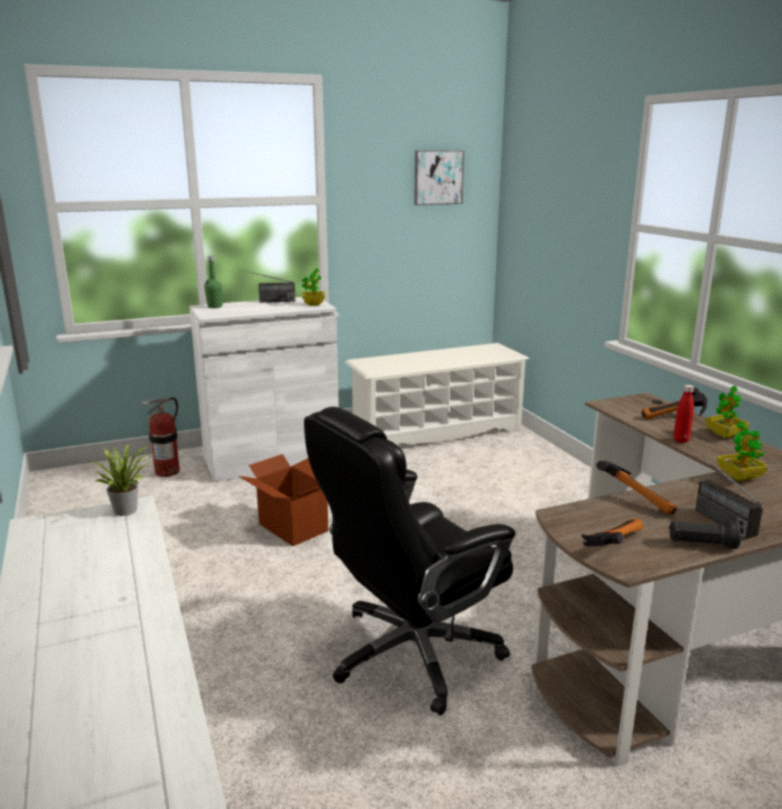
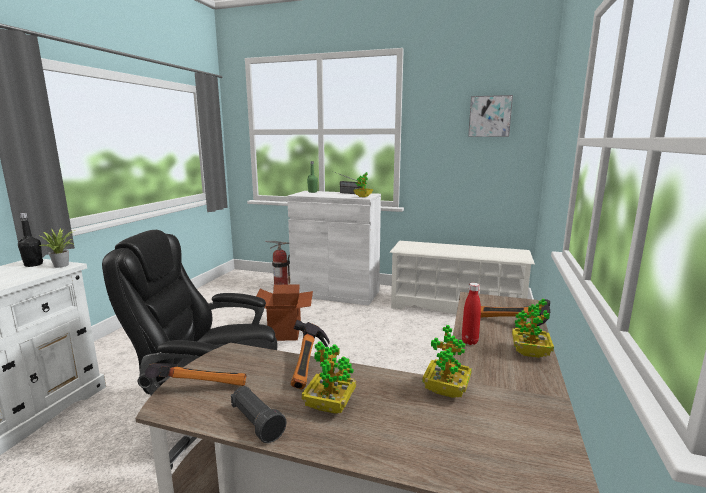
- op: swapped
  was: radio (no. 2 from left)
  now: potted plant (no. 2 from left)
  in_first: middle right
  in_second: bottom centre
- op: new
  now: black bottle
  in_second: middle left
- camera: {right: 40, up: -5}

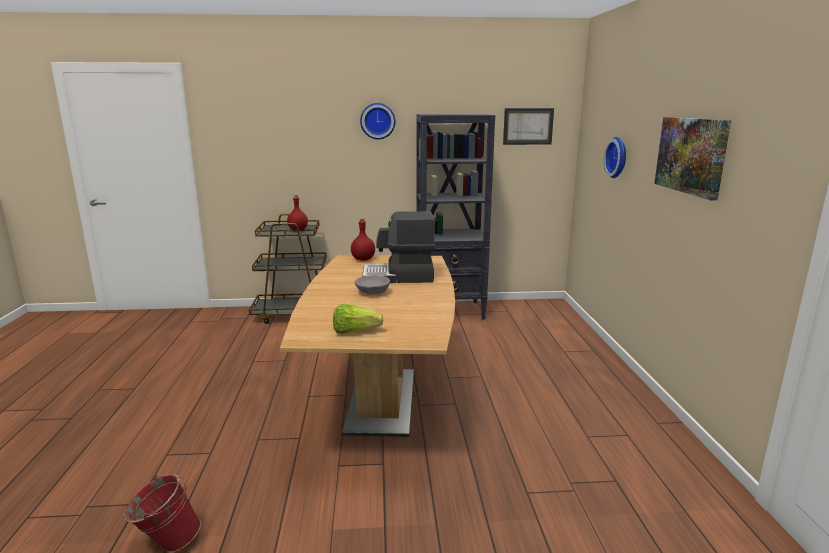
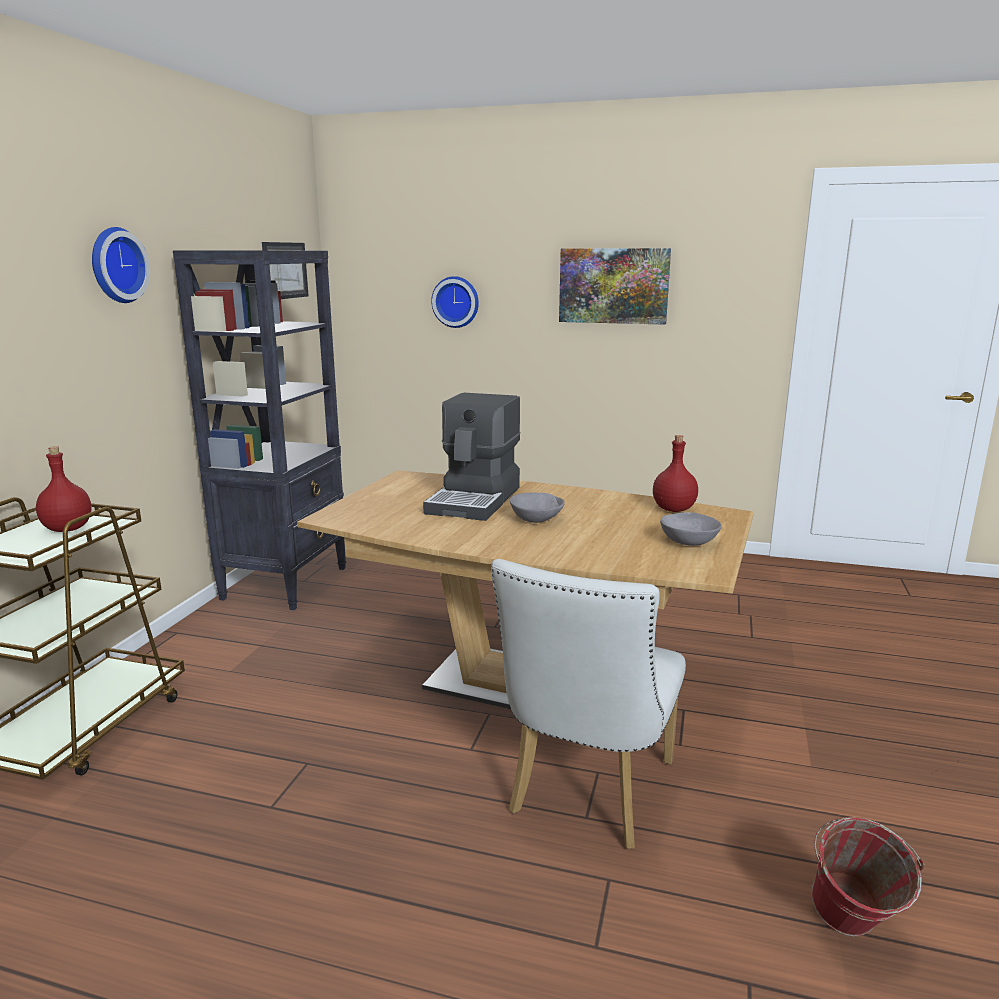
- op: shifted
  was: red bottle (no. 2 from left)
  in_first: centre
  in_second: middle right
- op: swapped
  was: lettuce
  now: grey bowl (no. 2 from left)
  in_first: centre
  in_second: middle right
- op: new
  now: white chair
  in_second: bottom centre
- camera: {right: -70, up: 0}

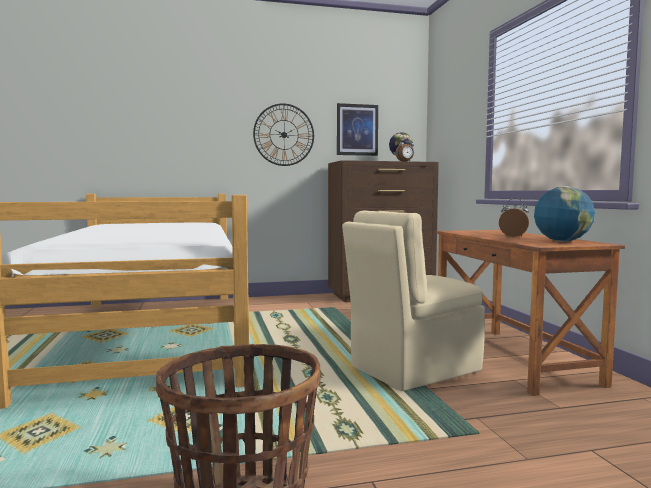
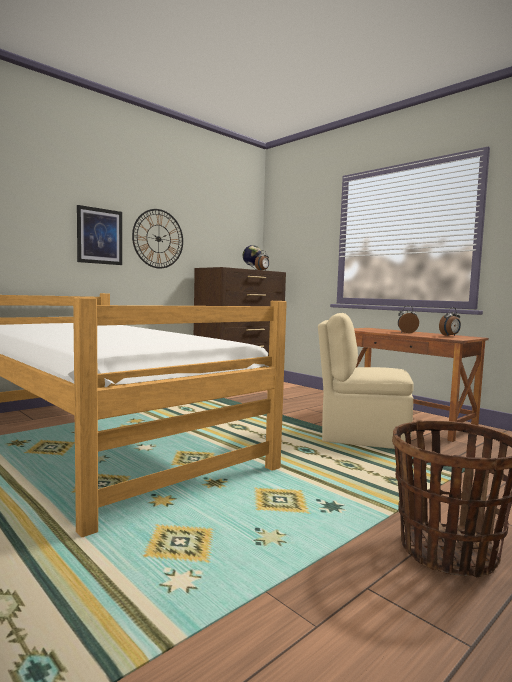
- op: shifted
  was: picture
  in_first: top centre
  in_second: middle left
- op: swapped
  was: globe (no. 2 from left)
  now: alarm clock (no. 3 from left)
  in_first: middle right
  in_second: middle right
- op: rotated
  was: beige chair
  in_first: centre
  in_second: middle right
  clockwise: 75
- camera: {right: -30, up: 0}

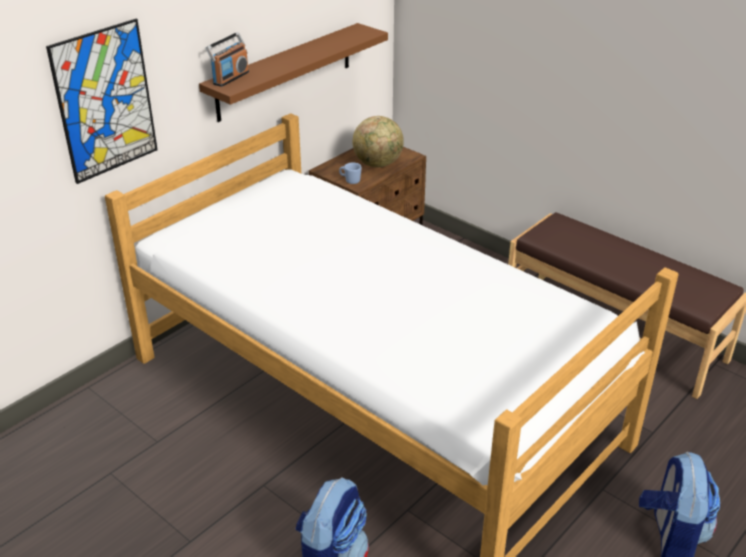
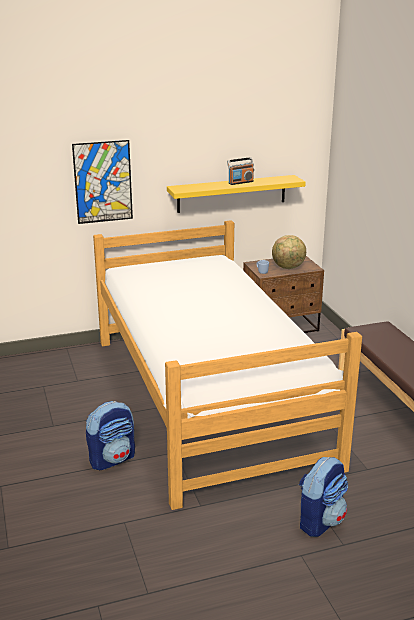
- op: repainted
  was: brown shelf
  now: yellow shelf
  in_first: top centre
  in_second: top centre
- op: shifted
  was: radio
  in_first: top left
  in_second: top centre
- camera: {right: 30, up: -10}

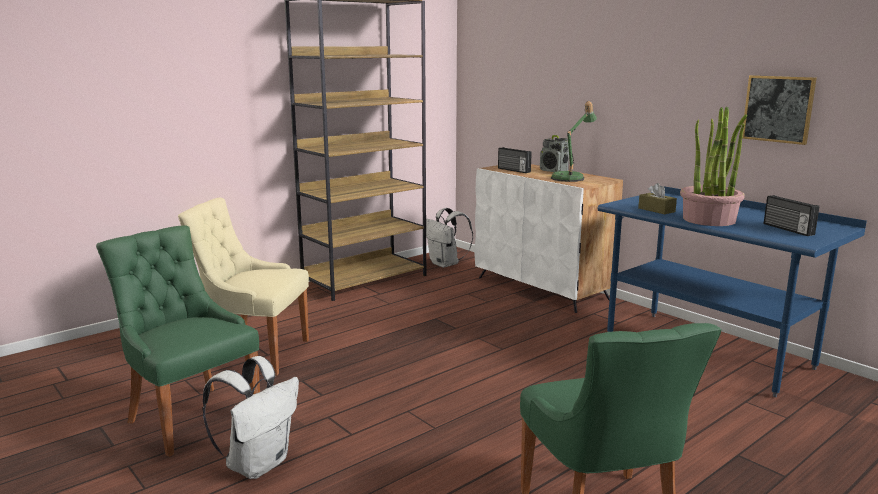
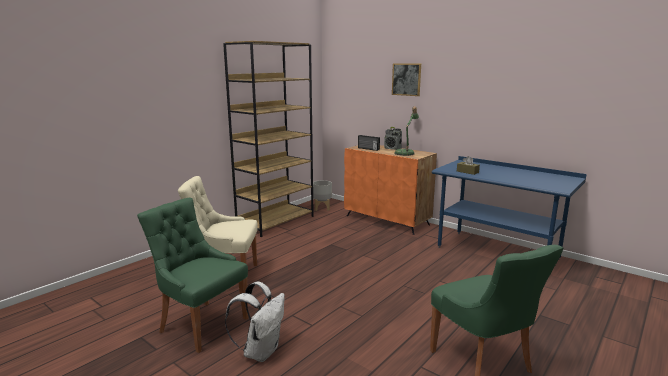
- op: shifted
  was: picture
  in_first: top right
  in_second: top centre
- op: gone
  was: potted plant
  in_first: middle right
- op: repainted
  was: white cabinet
  now: orange cabinet
  in_first: centre
  in_second: centre
- op: gone
  was: radio (no. 3 from left)
  in_first: middle right
- op: swapped
  was: white backpack (no. 2 from left)
  now: grey planter
  in_first: centre
  in_second: centre
- camera: {right: -10, up: 0}

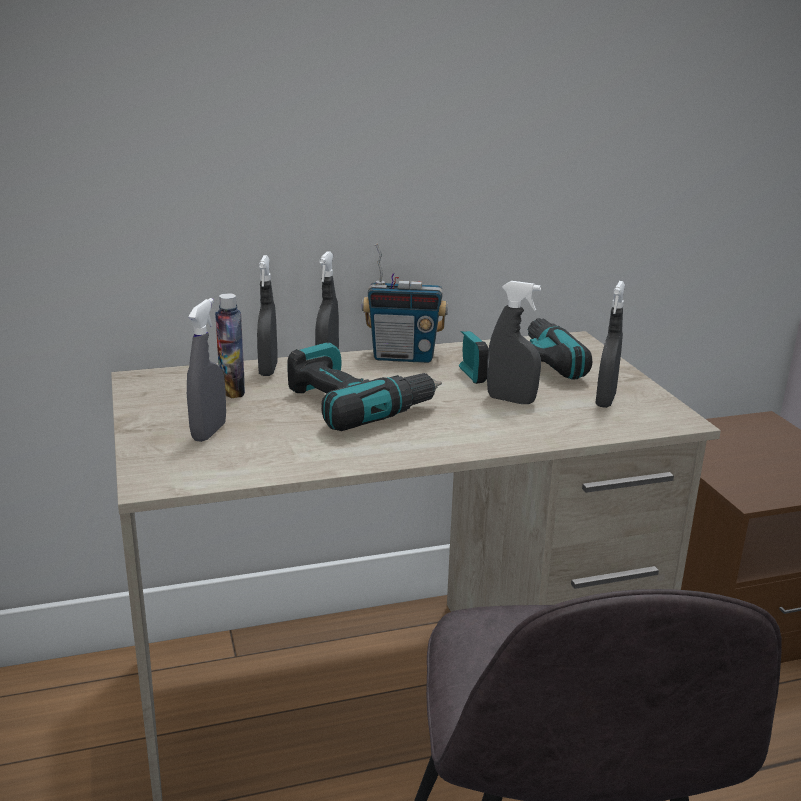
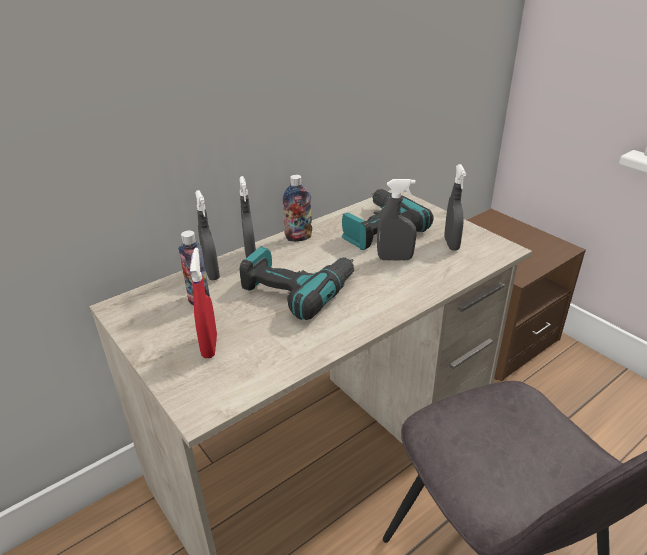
- op: swapped
  was: radio
  now: bottle (no. 2 from left)
  in_first: centre
  in_second: centre
- op: repainted
  was: grey spray bottle (no. 1 from left)
  now: red spray bottle
  in_first: middle left
  in_second: middle left
- camera: {right: -20, up: 10}

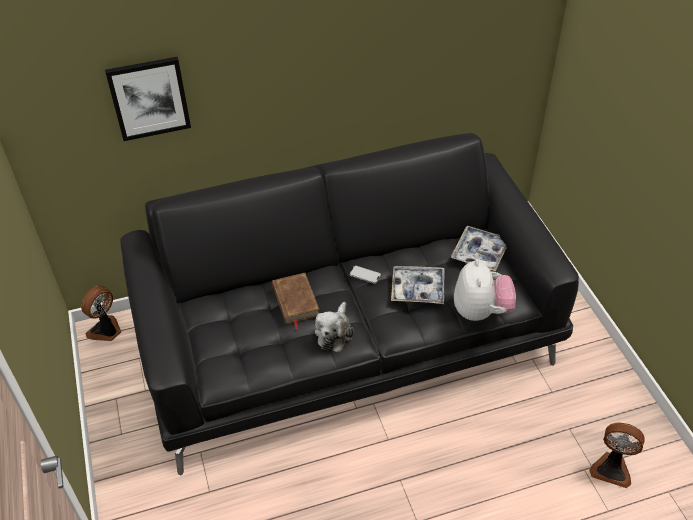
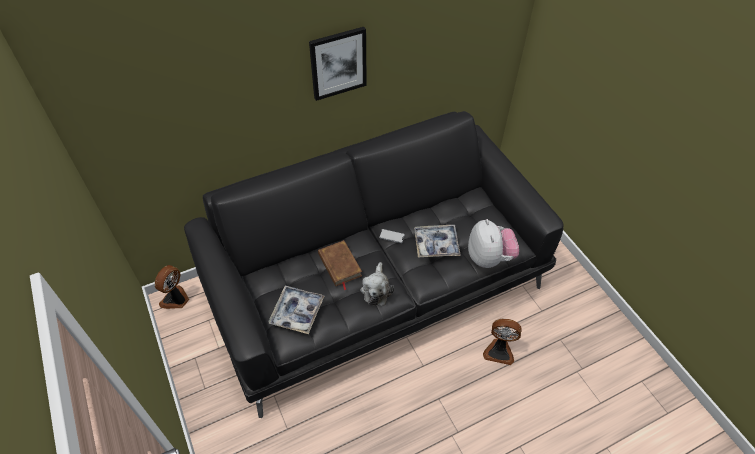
- op: shifted
  was: picture
  in_first: top left
  in_second: top centre
- op: shifted
  was: tray (no. 2 from left in the first image)
  now: tray (no. 1 from left)
  in_first: middle right
  in_second: bottom centre
- op: shifted
  was: fan (no. 2 from left)
  in_first: bottom right
  in_second: bottom centre
- camera: {right: -10, up: 5}

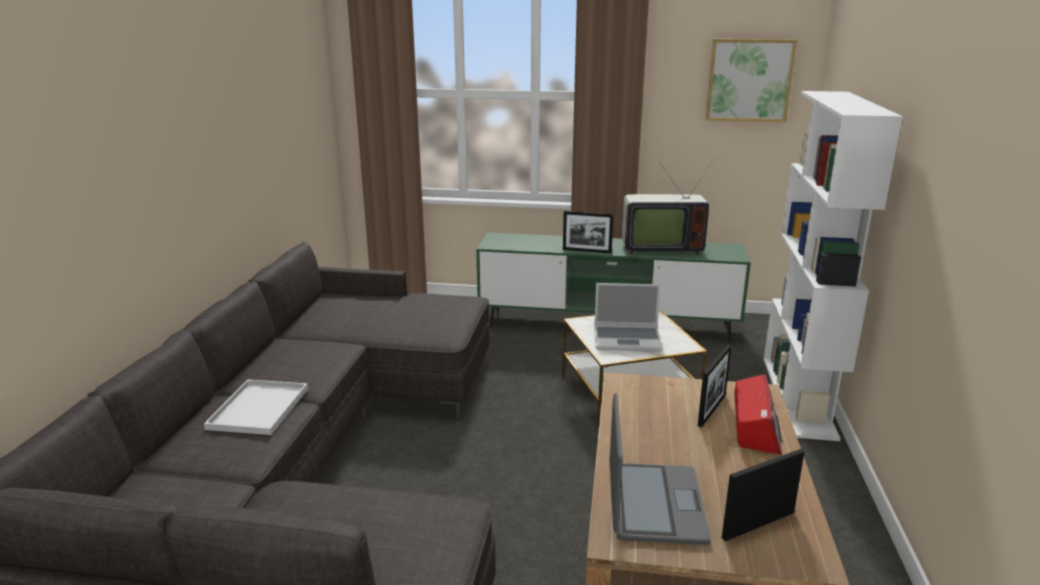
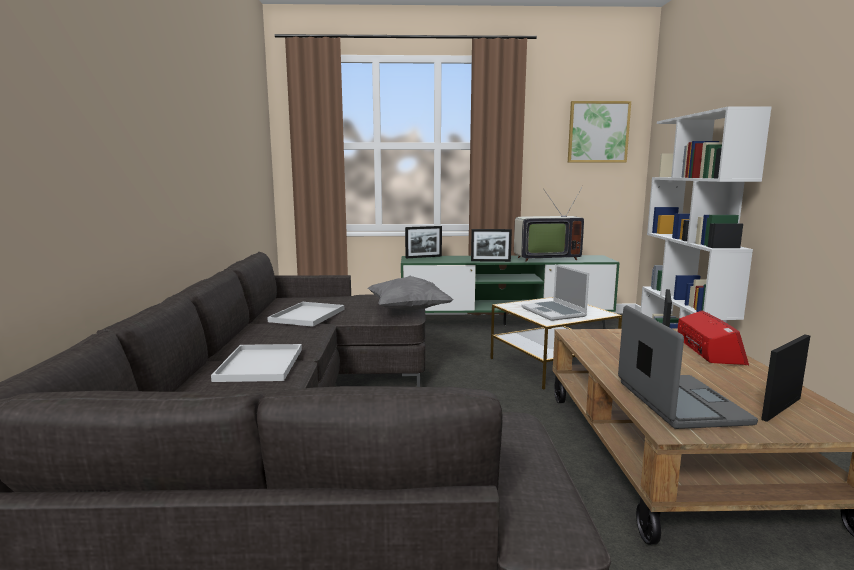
- op: rotated
  was: laptop (no. 1 from left)
  in_first: centre
  in_second: centre
  clockwise: 75
- op: new
  now: picture frame (no. 1 from left)
  in_second: centre
- op: new
  now: grey pillow
  in_second: centre
- op: new
  now: white tray (no. 2 from left)
  in_second: centre
- camera: {right: -10, up: -10}

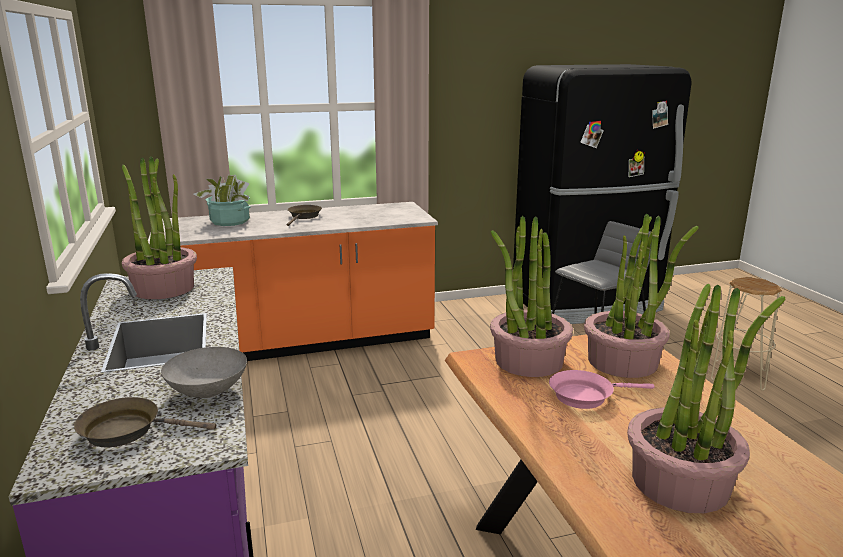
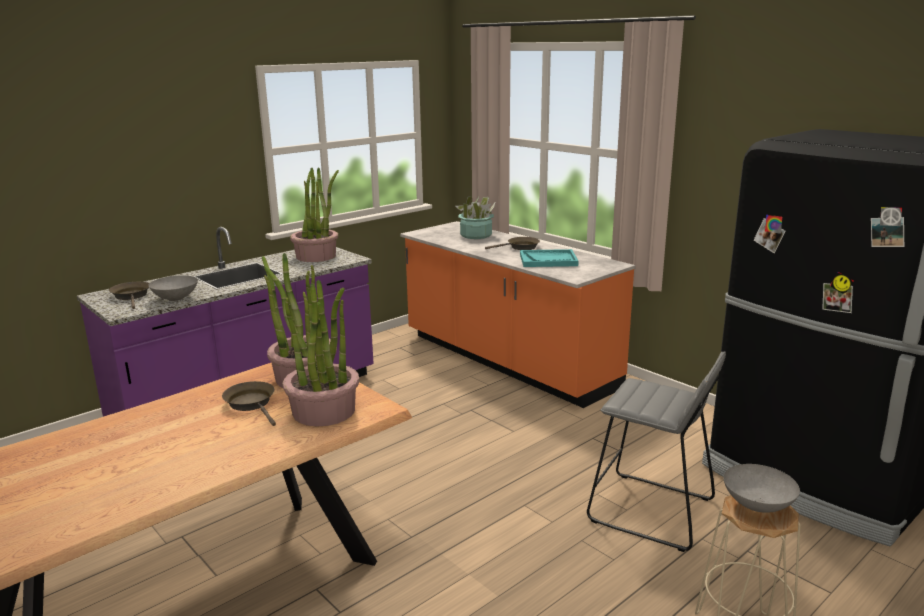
- op: gone
  was: potted plant (no. 5 from left)
  in_first: bottom right
- op: repainted
  was: pink frying pan
  now: brown frying pan (no. 2 from left)
  in_first: bottom right
  in_second: middle left
- op: new
  now: turquoise tray
  in_second: centre
- op: new
  now: grey bowl (no. 2 from left)
  in_second: bottom right
- camera: {right: 65, up: 0}

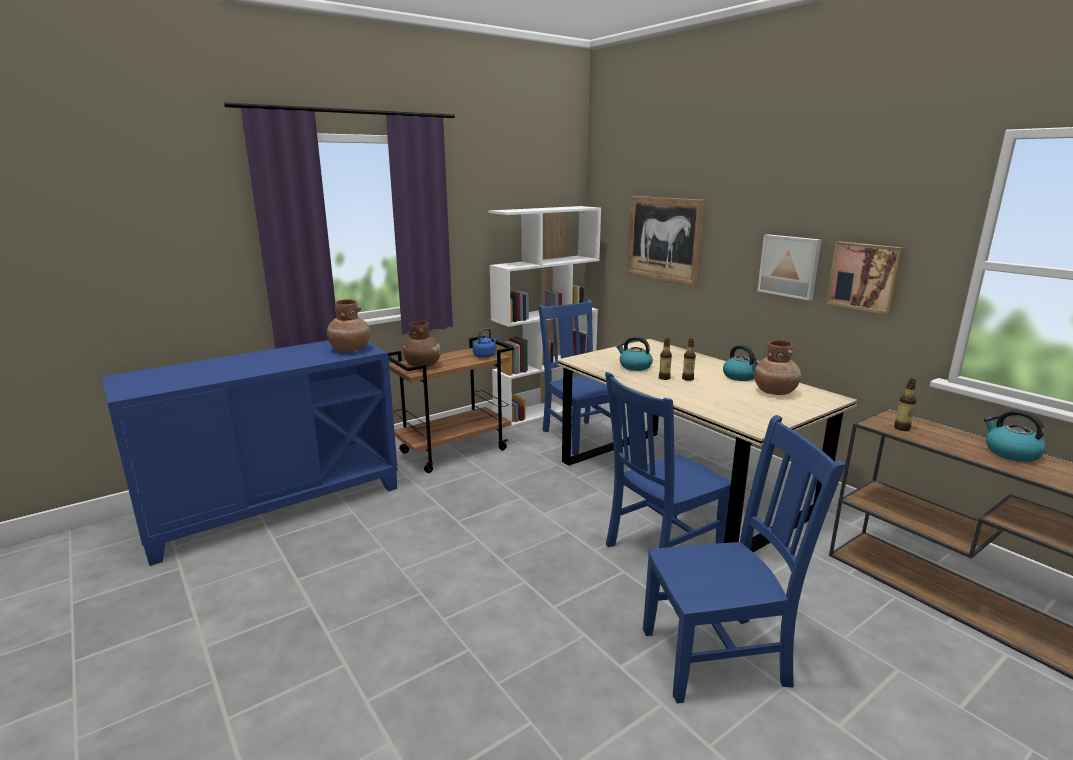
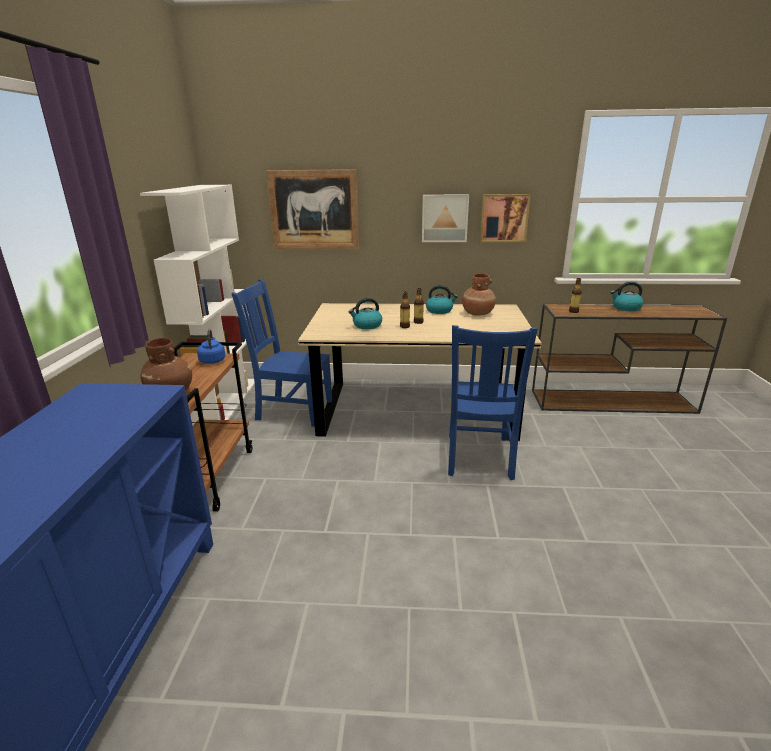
- op: gone
  was: brown vase (no. 1 from left)
  in_first: middle left
- op: gone
  was: blue chair (no. 3 from left)
  in_first: bottom right
- camera: {right: -50, up: 5}

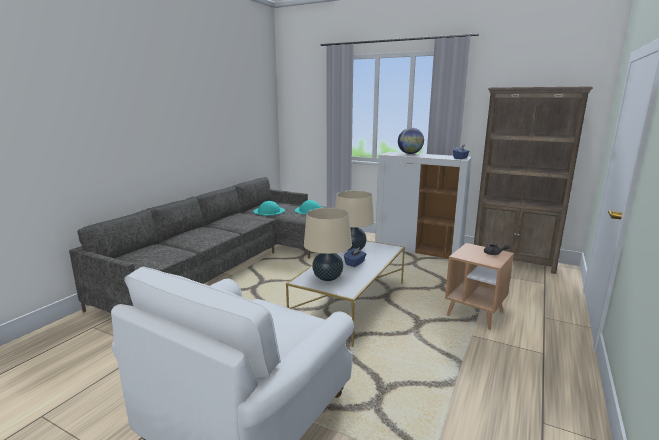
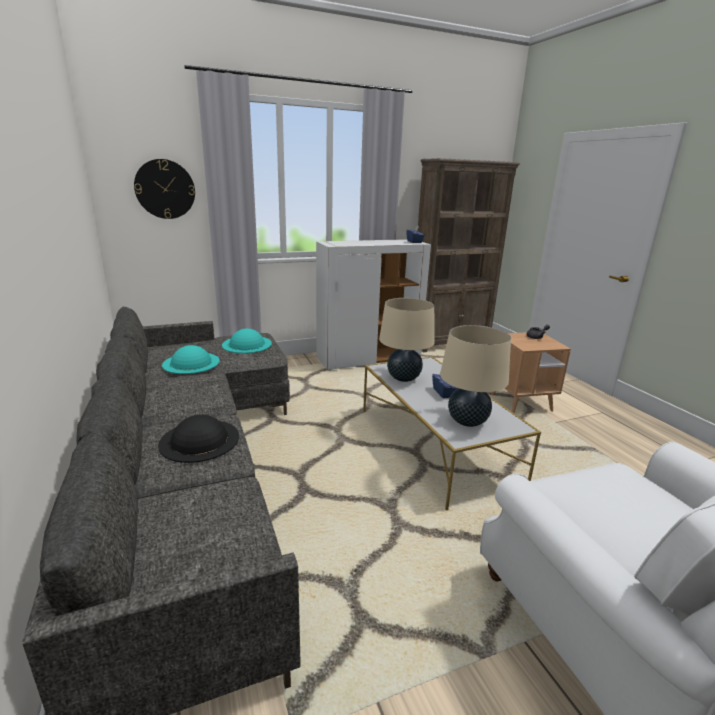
- op: gone
  was: globe
  in_first: top centre
- op: new
  now: wall clock
  in_second: top left
- op: new
  now: black hat
  in_second: middle left
- camera: {right: -50, up: 5}

